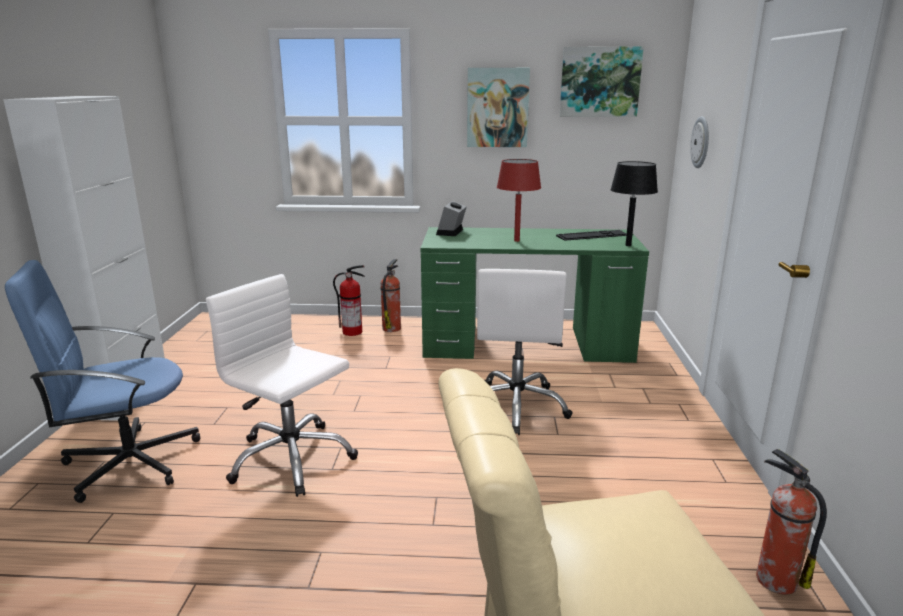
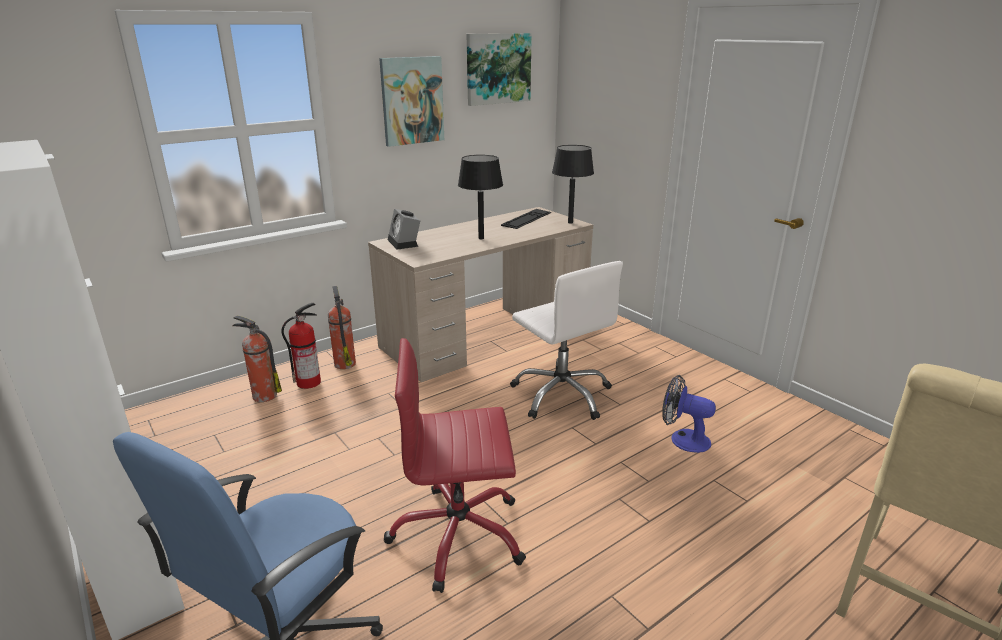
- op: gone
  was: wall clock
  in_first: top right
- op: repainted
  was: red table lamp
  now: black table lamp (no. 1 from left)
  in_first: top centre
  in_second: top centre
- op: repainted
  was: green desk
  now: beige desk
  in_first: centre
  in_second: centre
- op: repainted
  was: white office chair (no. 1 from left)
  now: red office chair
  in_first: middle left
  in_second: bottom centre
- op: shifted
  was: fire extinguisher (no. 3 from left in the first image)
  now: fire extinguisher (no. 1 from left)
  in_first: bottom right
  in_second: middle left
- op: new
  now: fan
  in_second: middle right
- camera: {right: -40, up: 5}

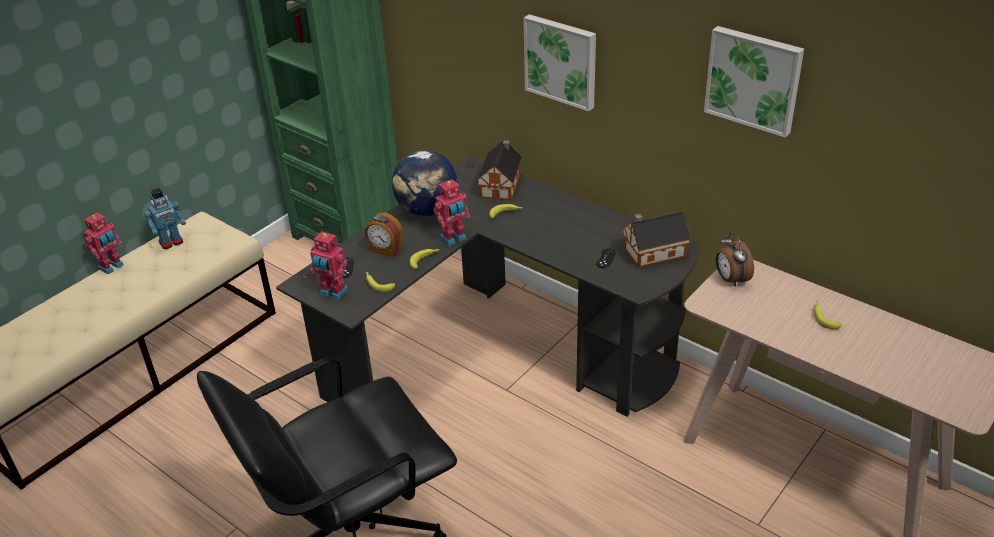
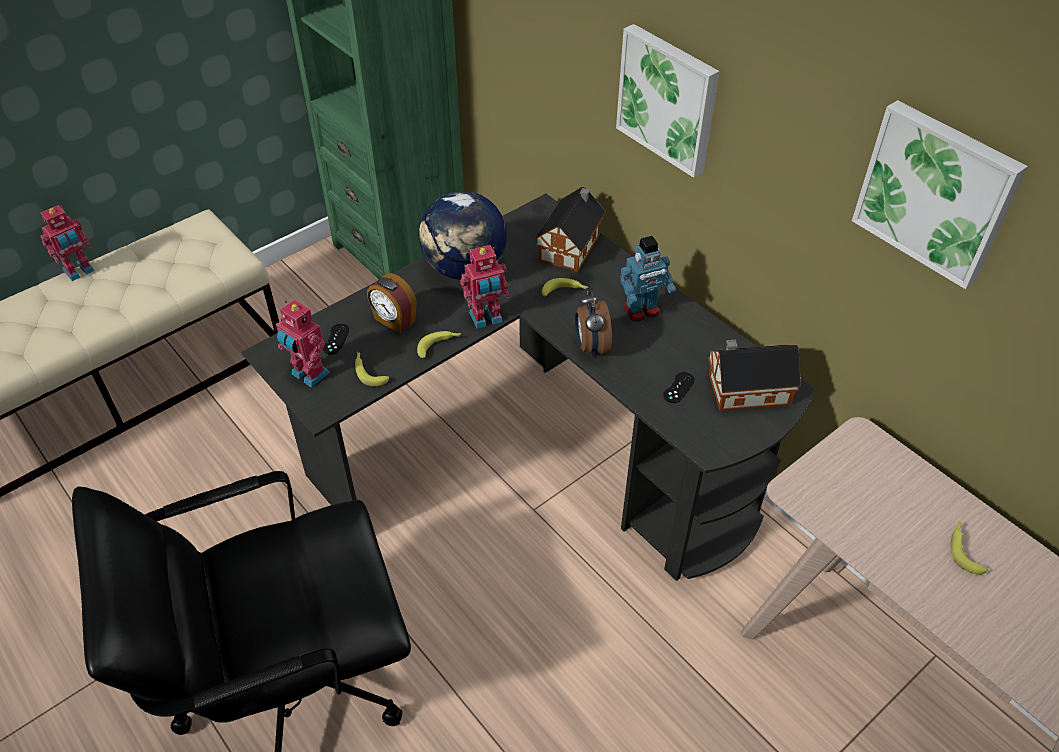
- op: shifted
  was: toy robot (no. 2 from left in the first image)
  now: toy robot (no. 4 from left)
  in_first: middle left
  in_second: centre
- op: shifted
  was: alarm clock (no. 2 from left)
  in_first: middle right
  in_second: centre
- camera: {right: 10, up: 10}

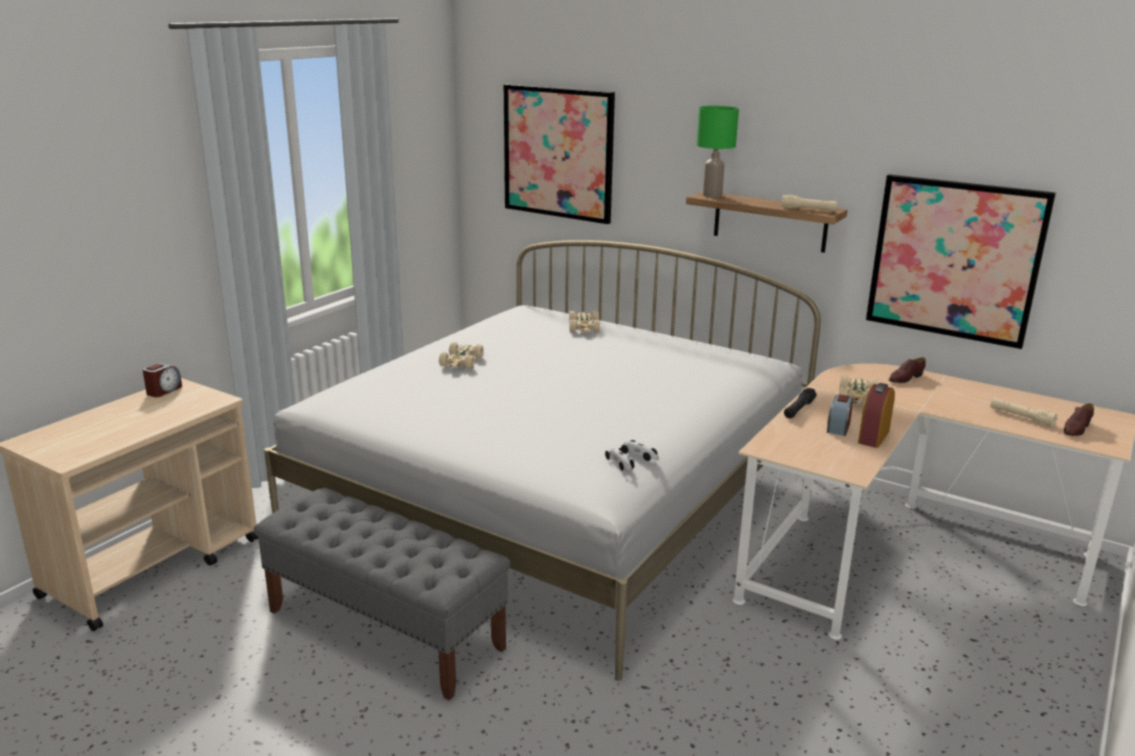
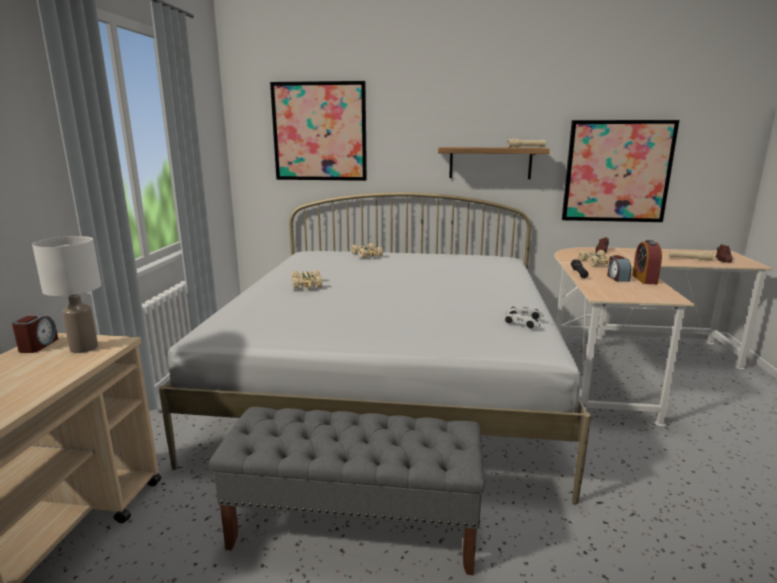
- op: gone
  was: green table lamp
  in_first: top centre
- op: new
  now: white table lamp
  in_second: middle left
- camera: {right: -25, up: -5}

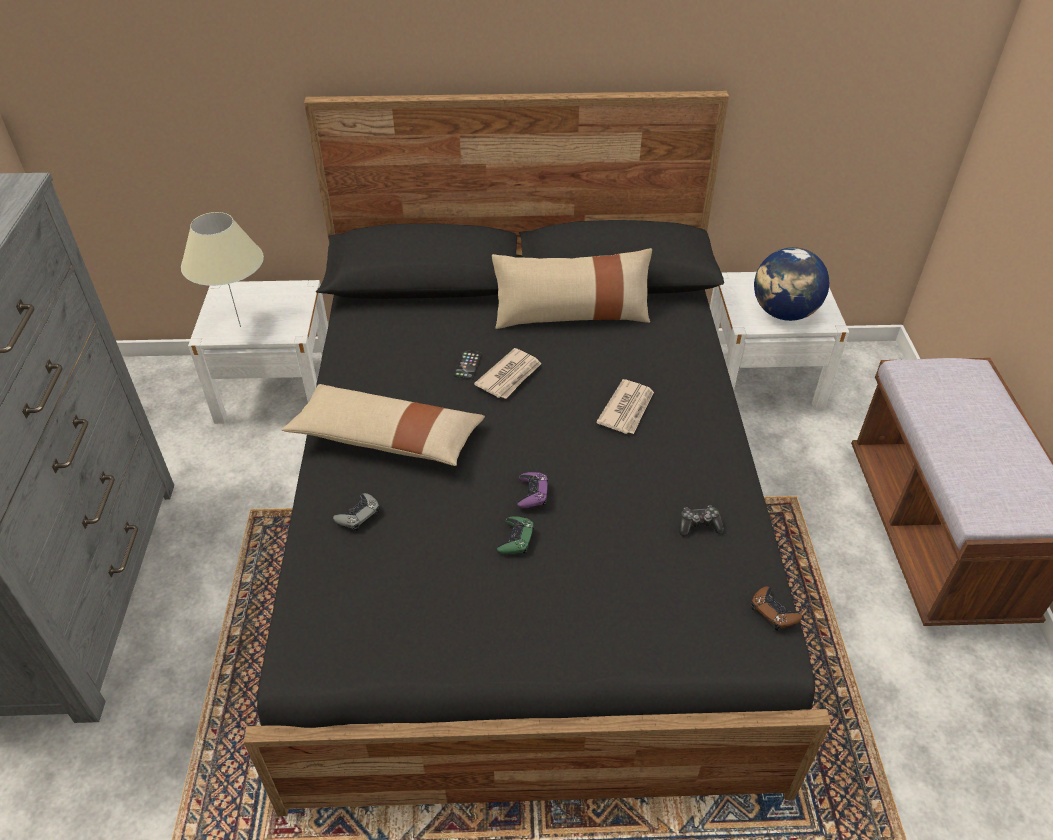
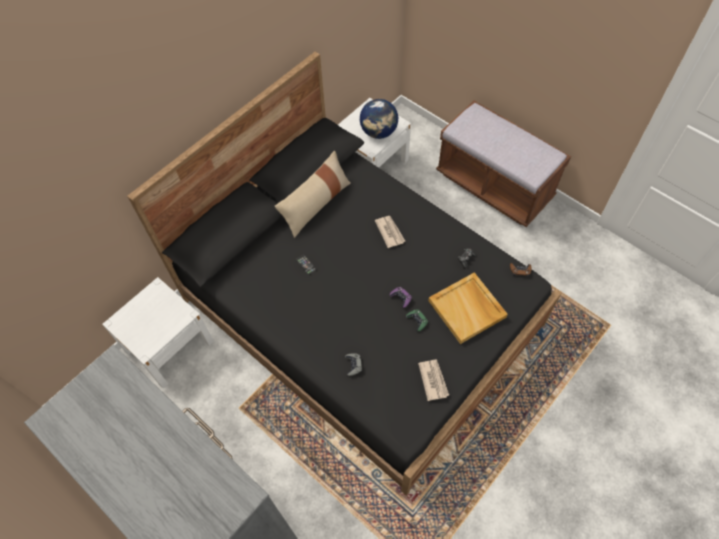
- op: gone
  was: beige table lamp
  in_first: top left
- op: shifted
  was: newspaper (no. 1 from left in the first image)
  now: newspaper (no. 2 from left)
  in_first: centre
  in_second: bottom centre
- op: gone
  was: beige pillow (no. 1 from left)
  in_first: centre
- op: new
  now: beige tray
  in_second: centre
- camera: {right: -45, up: 15}

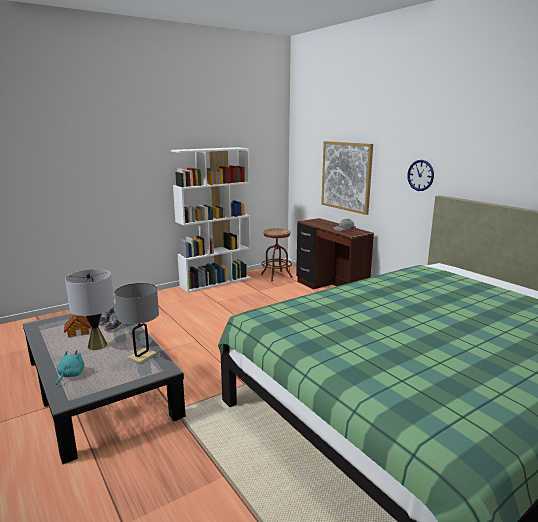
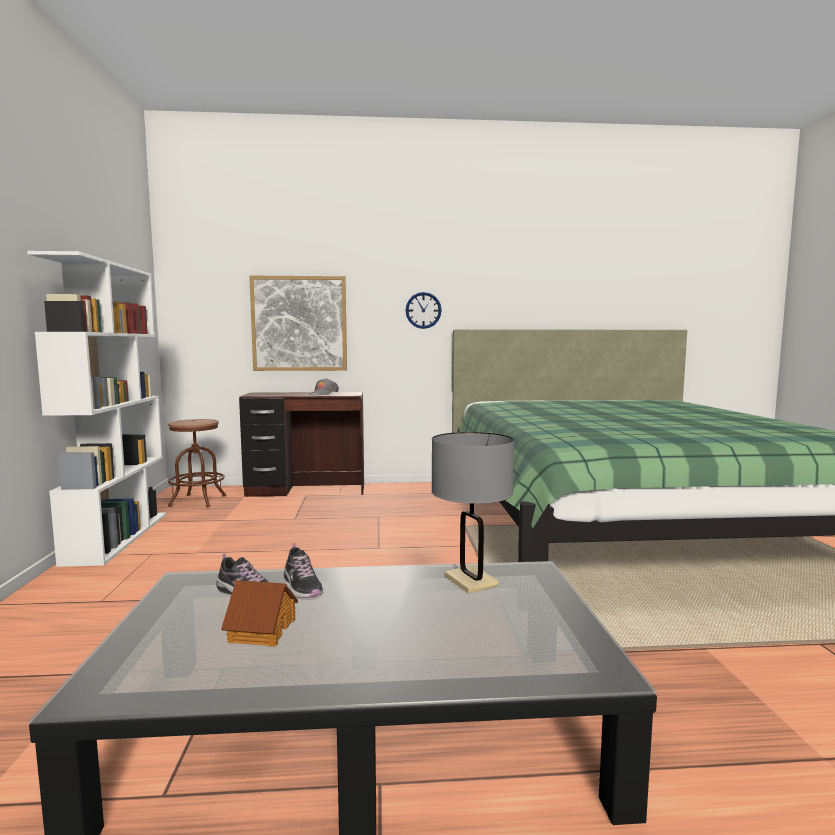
- op: gone
  was: grey table lamp (no. 1 from left)
  in_first: middle left
- op: gone
  was: turquoise plush toy
  in_first: bottom left
- camera: {right: -60, up: -10}

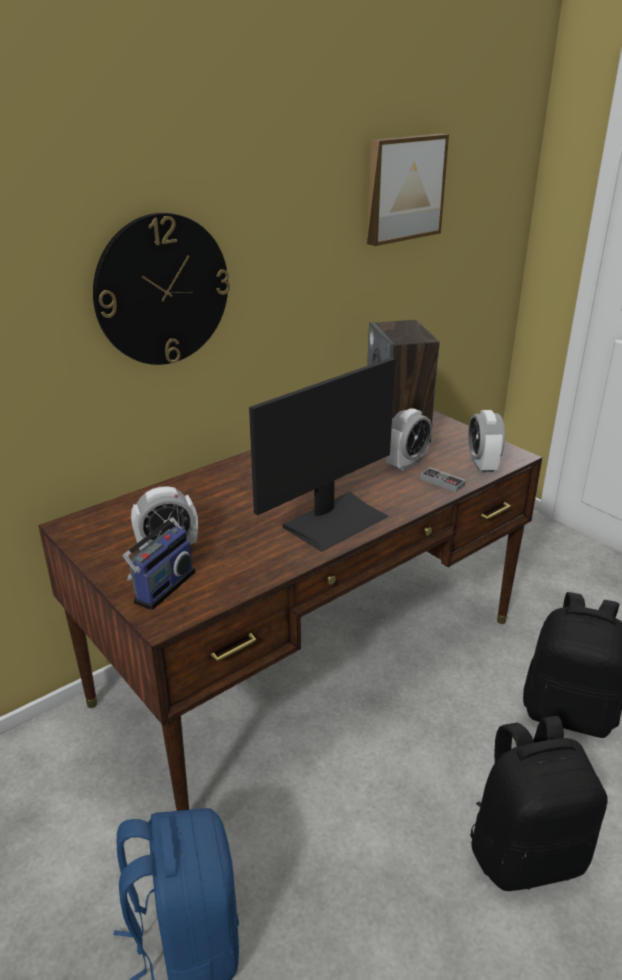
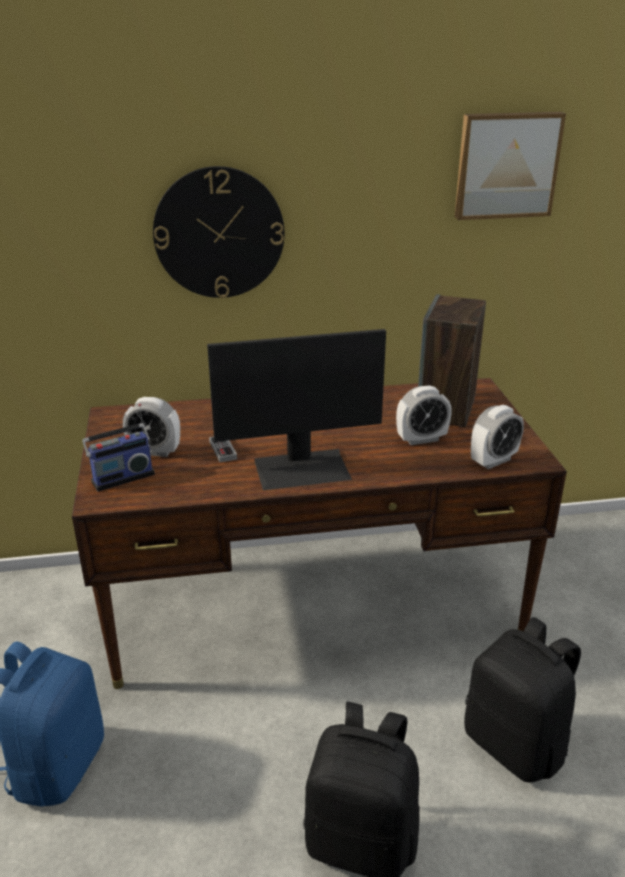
- op: rotated
  was: alarm clock (no. 3 from left)
  in_first: middle right
  in_second: middle right
  clockwise: -150
- op: shifted
  was: game controller
  in_first: middle right
  in_second: centre
- camera: {right: 30, up: 0}

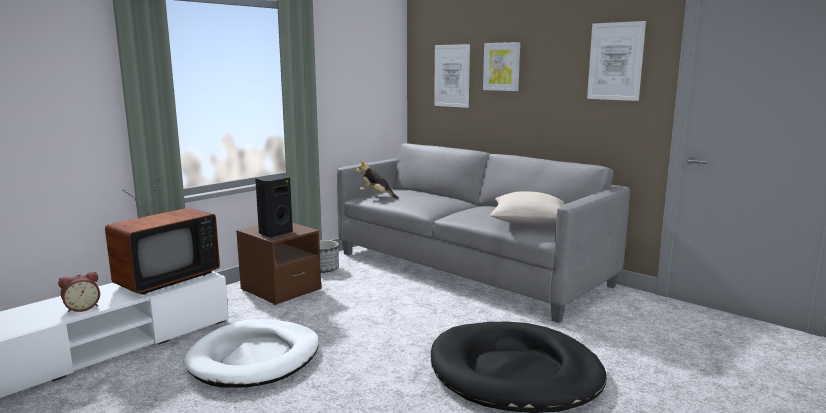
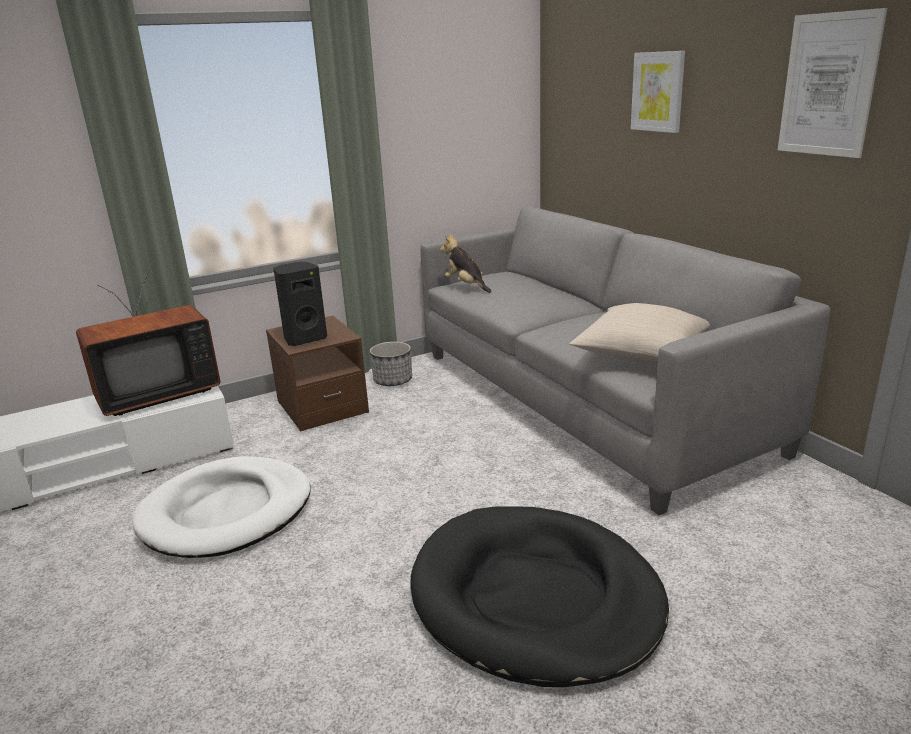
- op: gone
  was: picture (no. 1 from left)
  in_first: top centre
- op: gone
  was: alarm clock
  in_first: bottom left
- camera: {right: 20, up: 10}

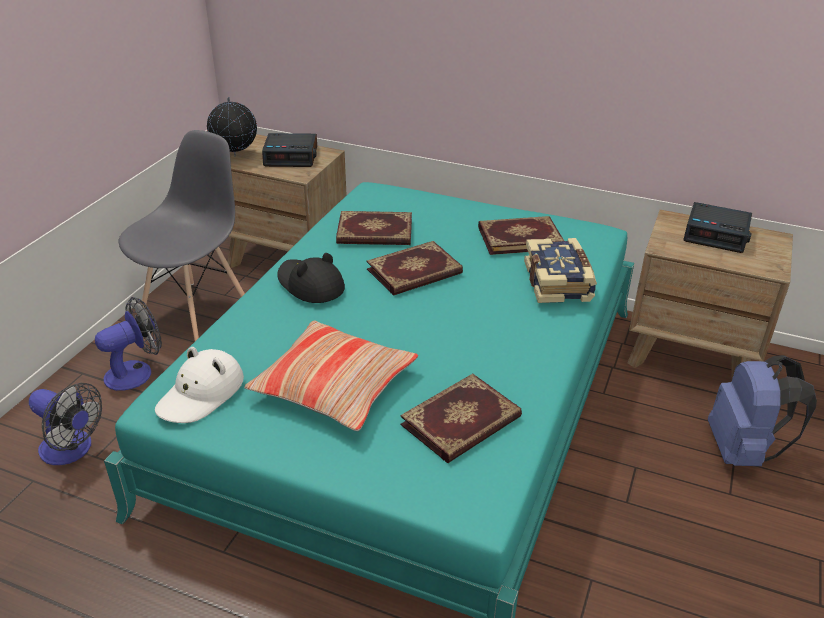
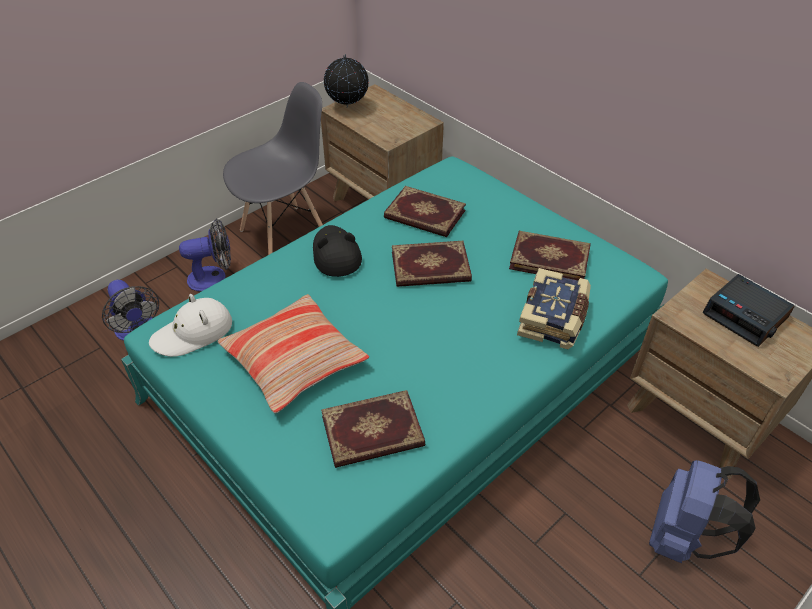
- op: gone
  was: alarm clock (no. 1 from left)
  in_first: top centre
- camera: {right: 25, up: 10}

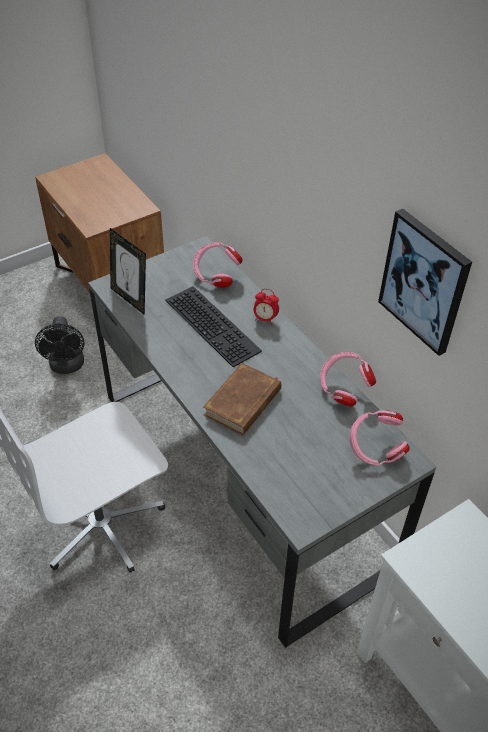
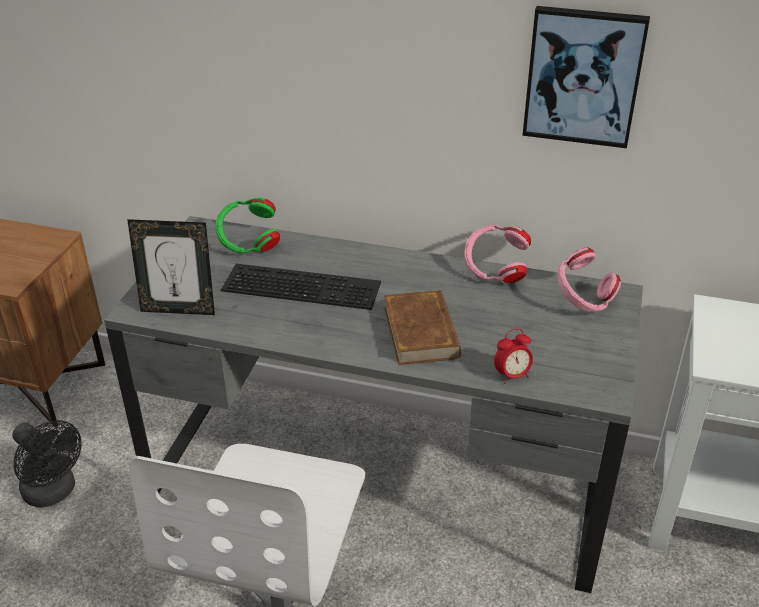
- op: repainted
  was: pink headphones (no. 1 from left)
  now: green headphones
  in_first: centre
  in_second: middle left
- op: shifted
  was: alarm clock
  in_first: centre
  in_second: middle right
- camera: {right: -40, up: -10}

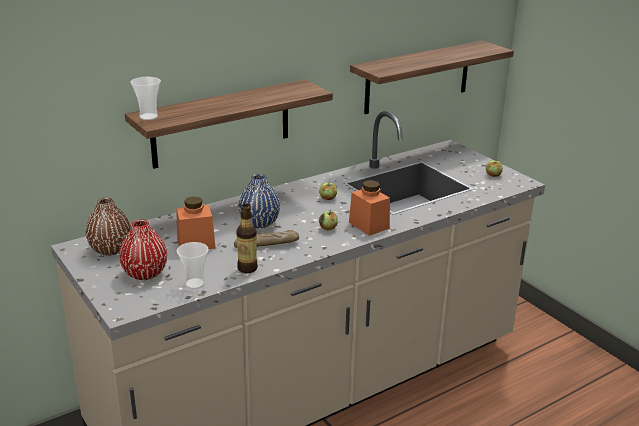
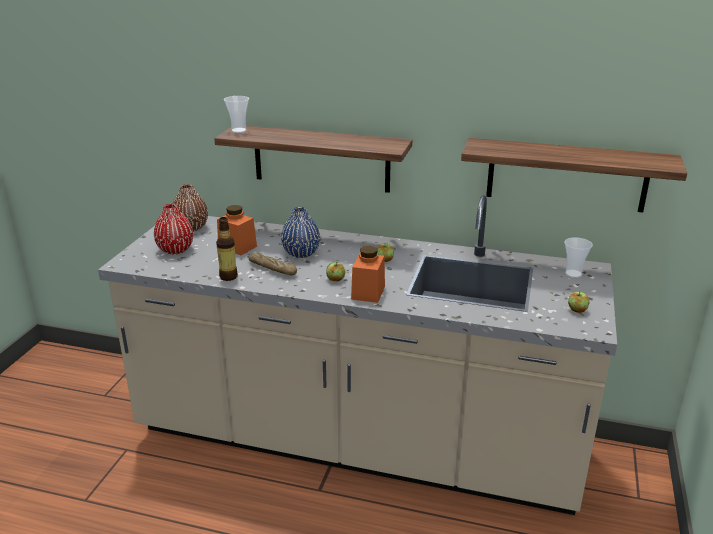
- op: shifted
  was: cup (no. 2 from left)
  in_first: middle left
  in_second: middle right
- camera: {right: 50, up: 0}

